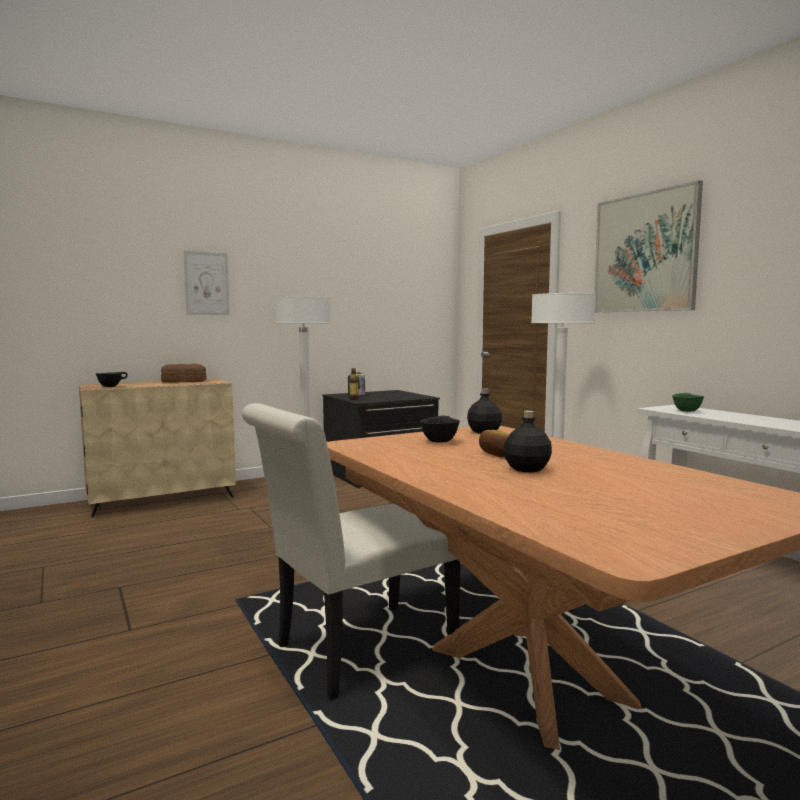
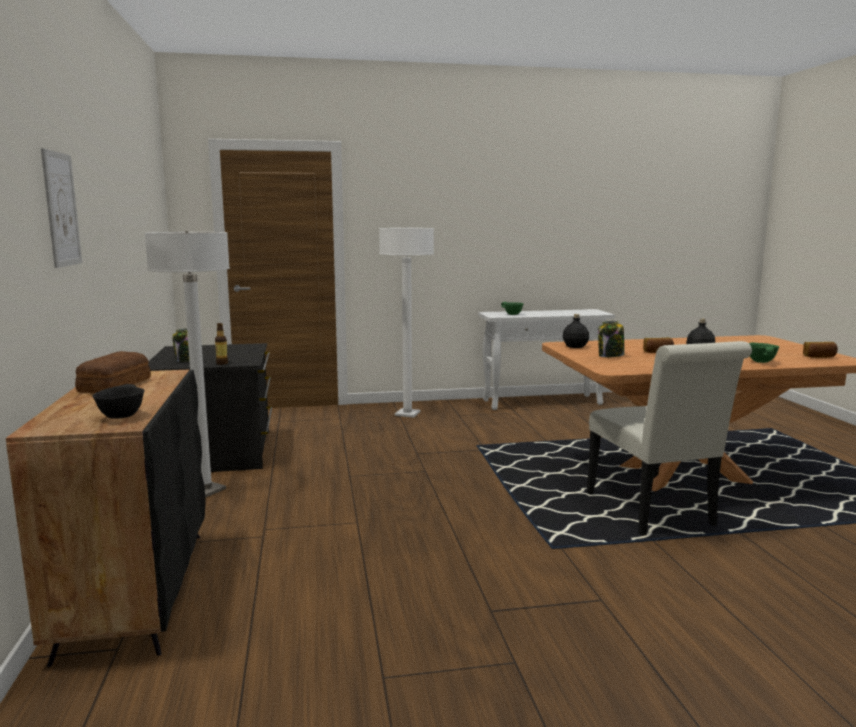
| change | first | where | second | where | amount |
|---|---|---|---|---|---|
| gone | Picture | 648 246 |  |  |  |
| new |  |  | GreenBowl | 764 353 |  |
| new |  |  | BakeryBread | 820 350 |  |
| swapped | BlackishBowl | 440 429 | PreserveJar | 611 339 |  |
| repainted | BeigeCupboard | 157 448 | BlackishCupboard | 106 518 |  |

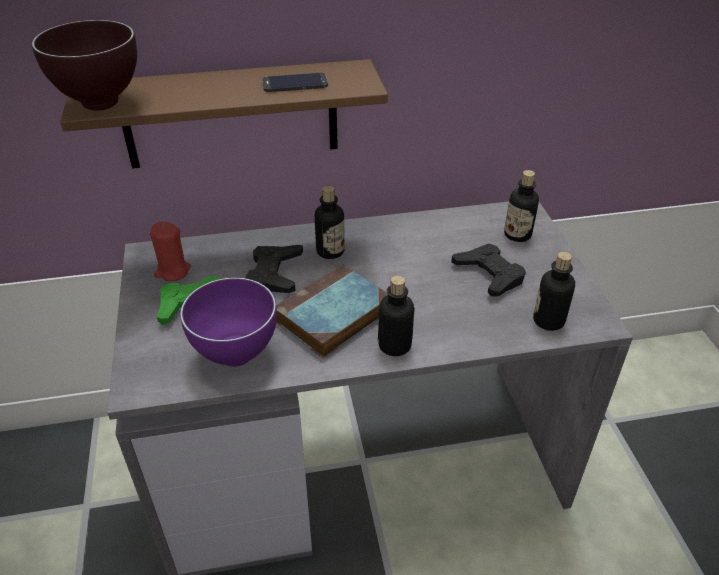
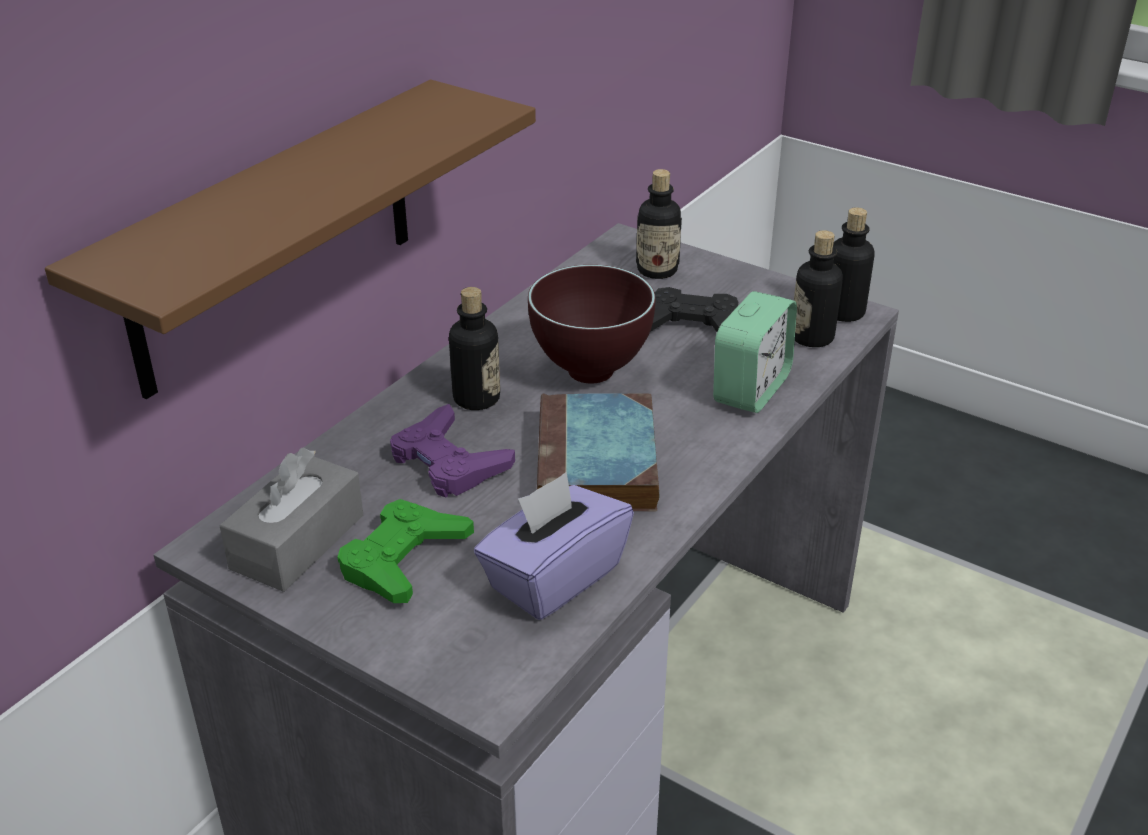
| change | first | where | second | where | amount |
|---|---|---|---|---|---|
| gone | Telephone | 295 82 |  |  |  |
| new |  |  | BedsideClock | 755 352 |  |
| shifted | BrownColouredBowl | 84 65 |  | 591 324 |  |
| shifted | Bottle | 396 316 |  | 854 264 |  |
| swapped | RedWaxCandle | 170 251 | GreyishBoxOfTissues | 291 520 |  |
| swapped | PurplishBowl | 228 322 | PurplishBoxOfTissues | 554 546 |  |
| repainted | BlackishJoypad | 274 269 | PurplishJoypad | 452 450 |  |

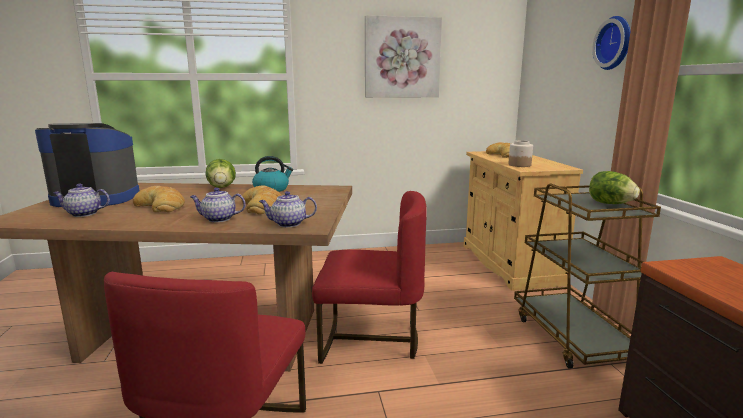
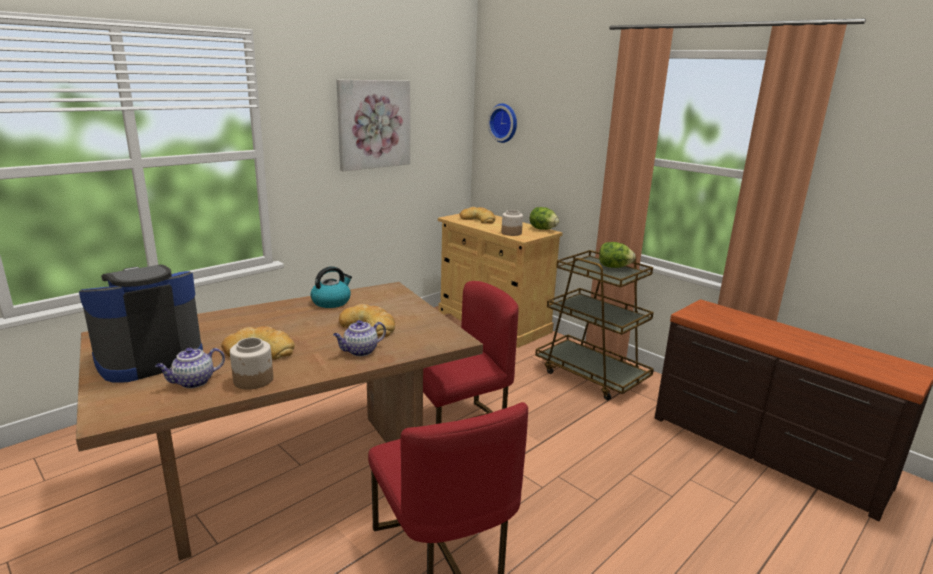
| change | first | where | second | where | amount |
|---|---|---|---|---|---|
| gone | PotForTea | 288 209 |  |  |  |
| new |  |  | PreserveJar | 251 364 |  |
| shifted | Lettuce | 221 173 |  | 544 218 |  |
| shifted | HangingClock | 611 43 |  | 502 123 |  |

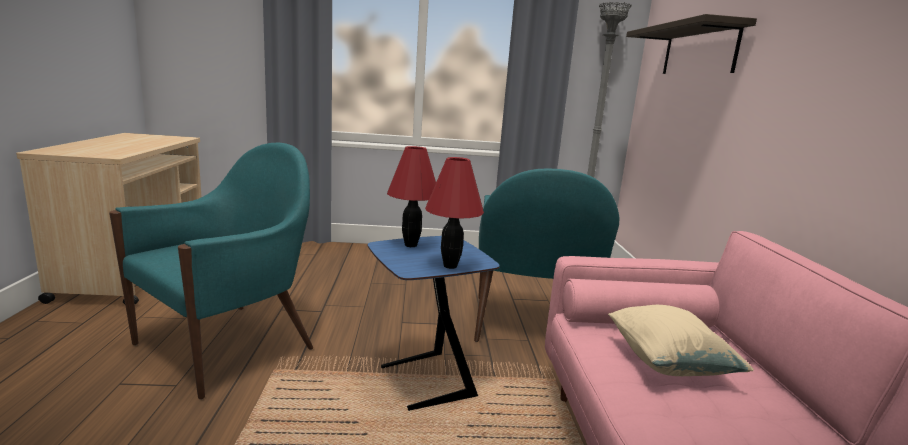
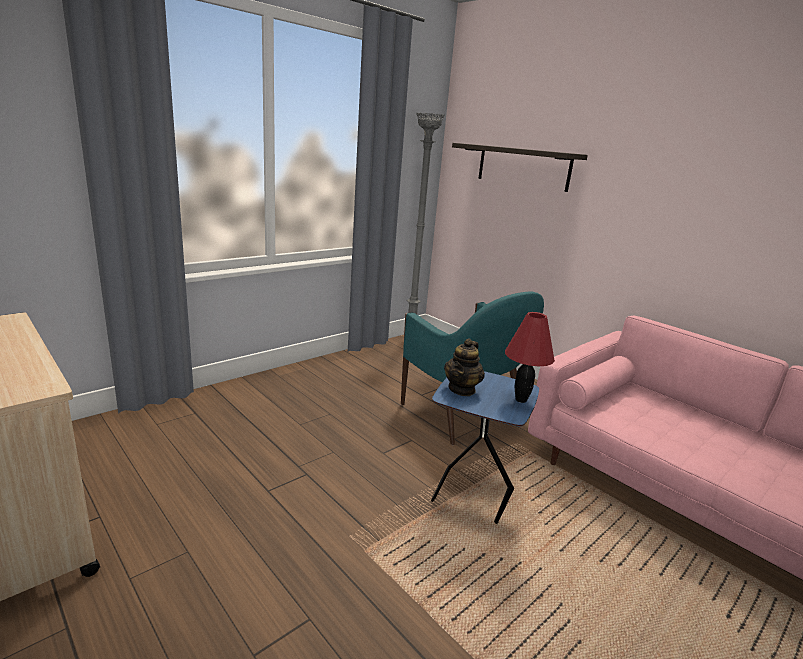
| change | first | where | second | where | amount |
|---|---|---|---|---|---|
| gone | TurquoiseArmchair | 211 270 |  |  |  |
| gone | BeigeThrowPillow | 681 340 |  |  |  |
| swapped | RedTableLamp | 411 196 | PotForTea | 464 367 |  |

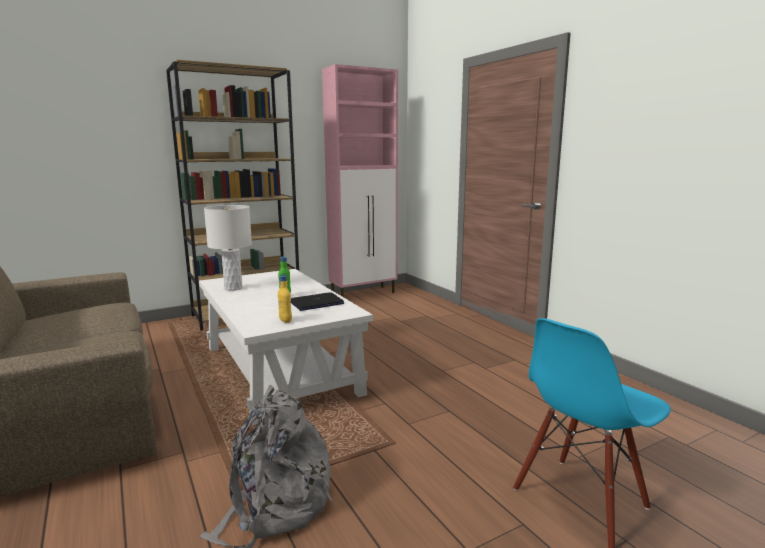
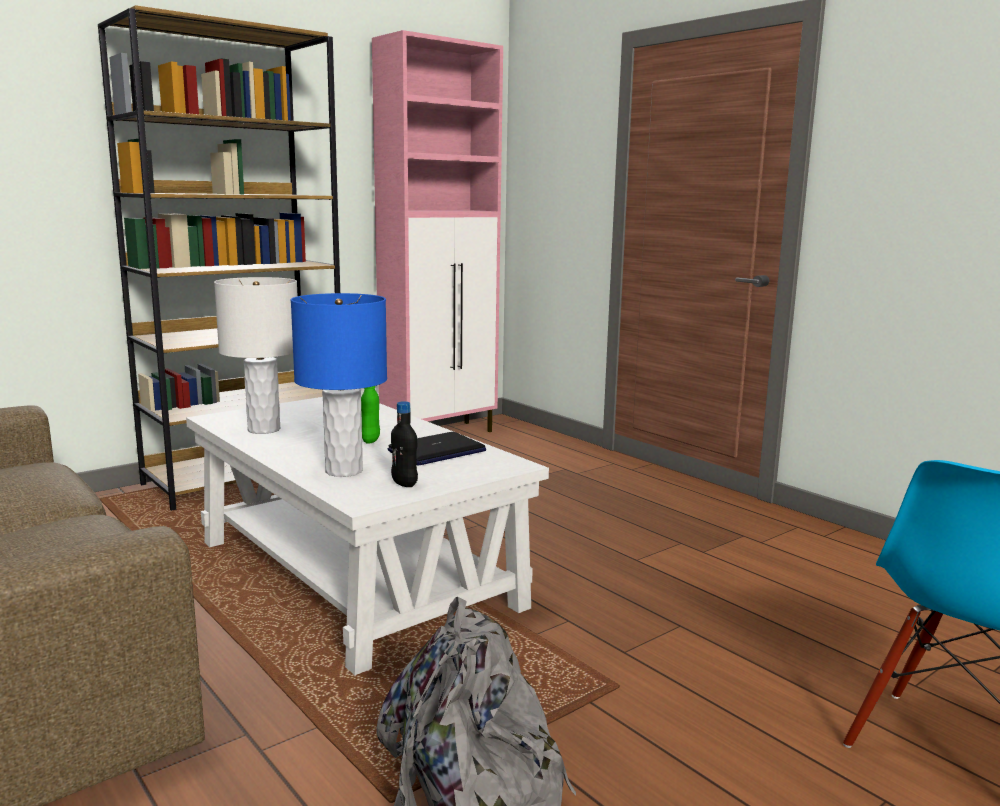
| change | first | where | second | where | amount |
|---|---|---|---|---|---|
| new |  |  | BlueColouredTableLamp | 339 385 |  |
| repainted | YellowishBottle | 285 299 | BlackishBottle | 404 444 |  |

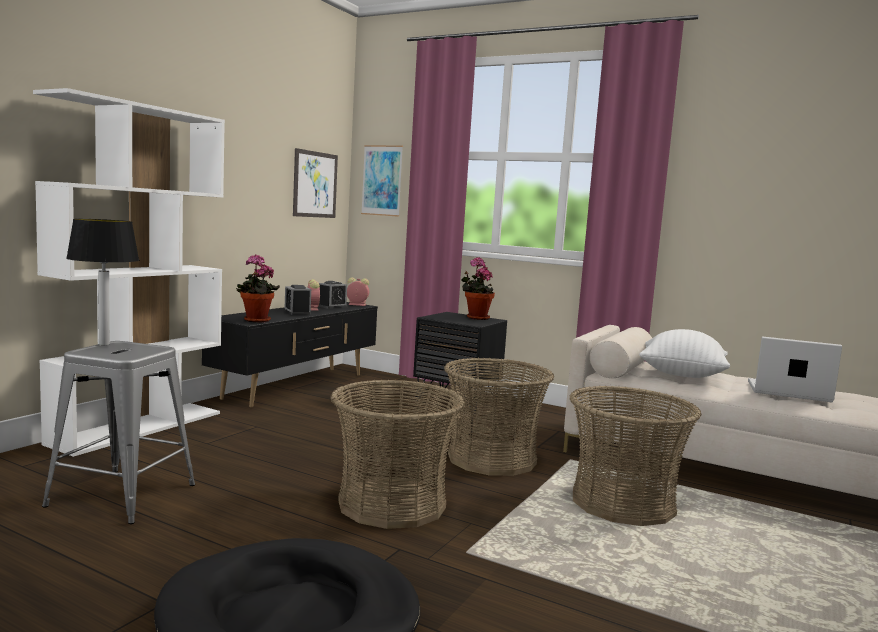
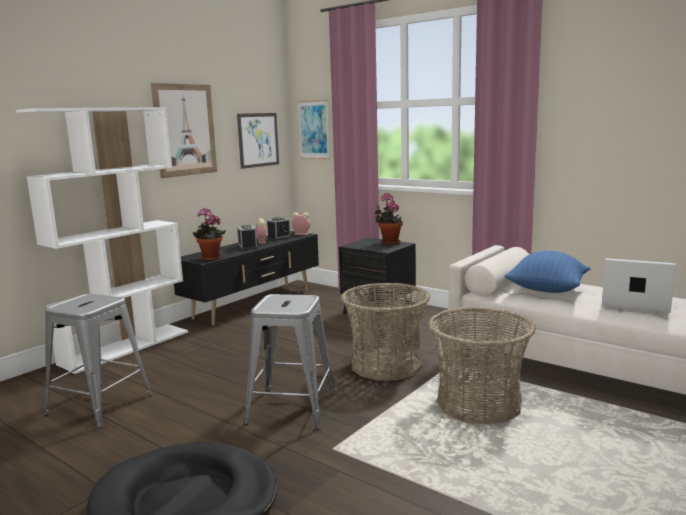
| change | first | where | second | where | amount |
|---|---|---|---|---|---|
| gone | TableLamp | 102 282 |  |  |  |
| new |  |  | Picture | 184 130 |  |
| swapped | StorageBasket | 397 454 | GreyishSittingStool | 289 362 |  |
| repainted | WhitishThrowPillow | 685 353 | BlueColouredThrowPillow | 547 272 |  |

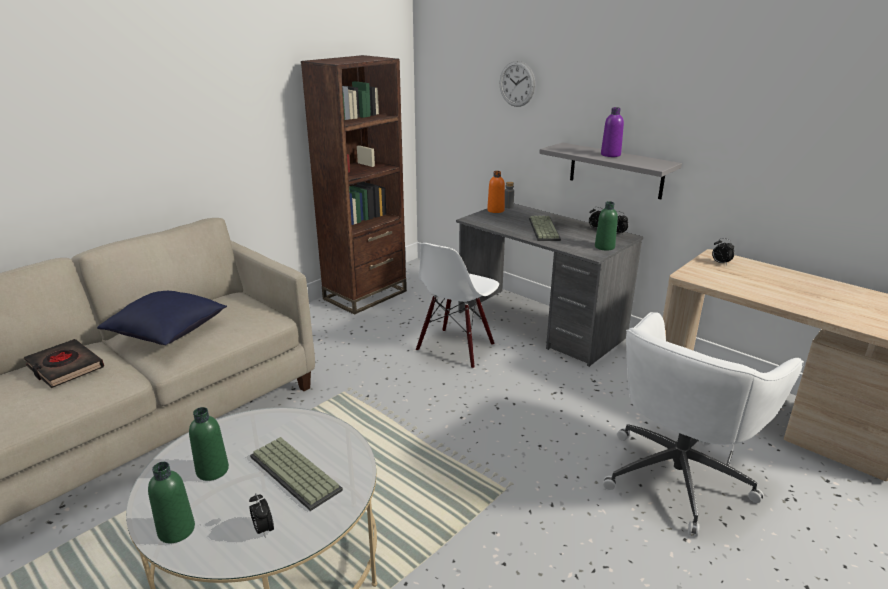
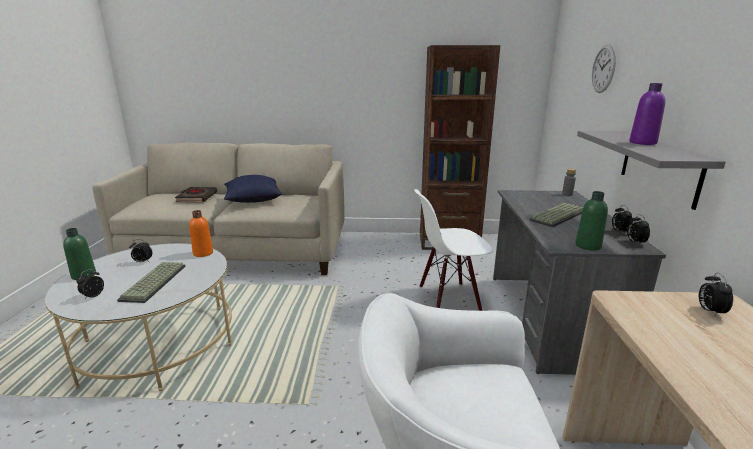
| change | first | where | second | where | amount |
|---|---|---|---|---|---|
| shifted | OrangeyBottle | 496 192 |  | 201 233 |  |
| swapped | GreenBottle | 209 444 | BedsideClock | 141 251 |  |

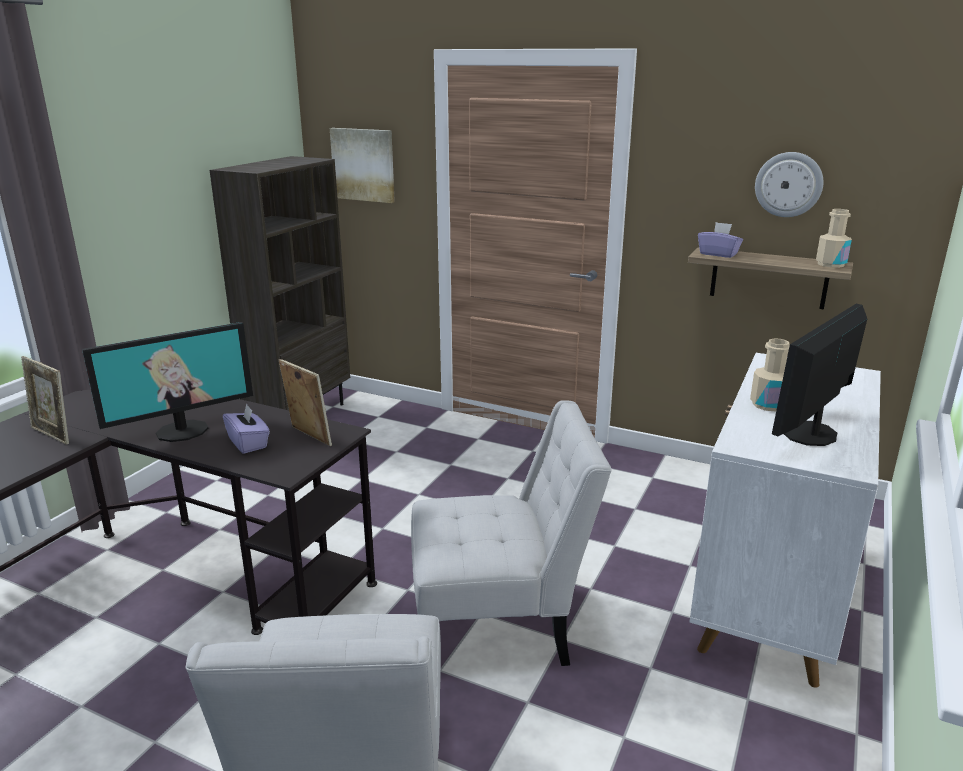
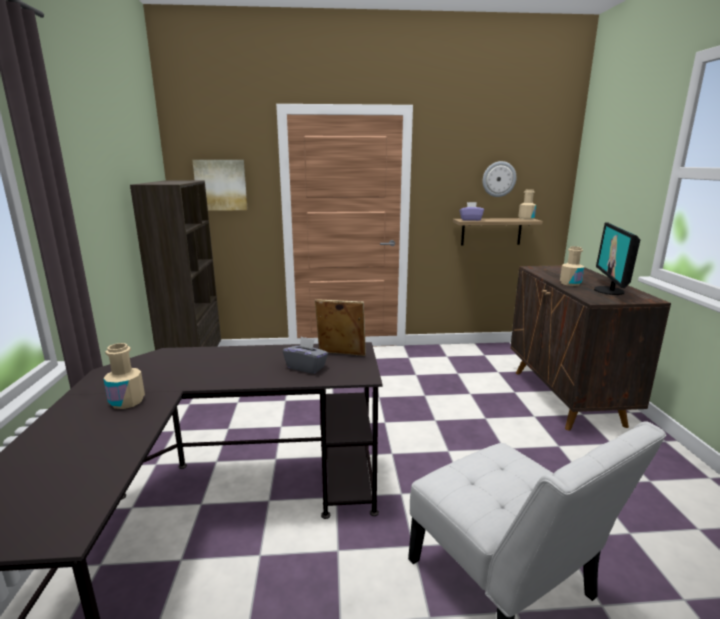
| change | first | where | second | where | amount |
|---|---|---|---|---|---|
| gone | ComputerDisplay | 167 382 |  |  |  |
| gone | WhitishUprightChair | 511 533 |  |  |  |
| swapped | PhotoFrame | 45 400 | BeigeBottle | 124 376 |  |
| repainted | PurplishBoxOfTissues | 246 428 | GreyishBoxOfTissues | 305 355 |  |
| repainted | WhitishCupboard | 785 520 | BrownColouredCupboard | 590 348 |  |

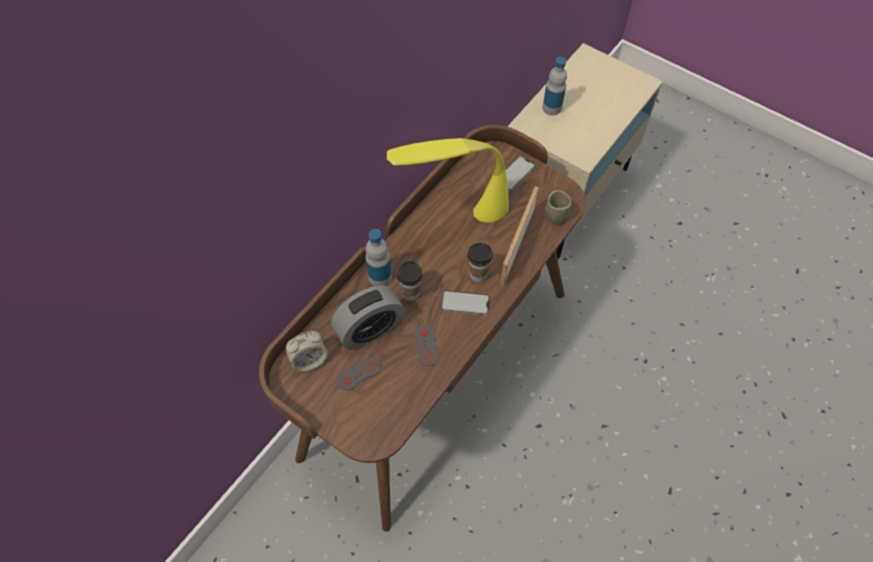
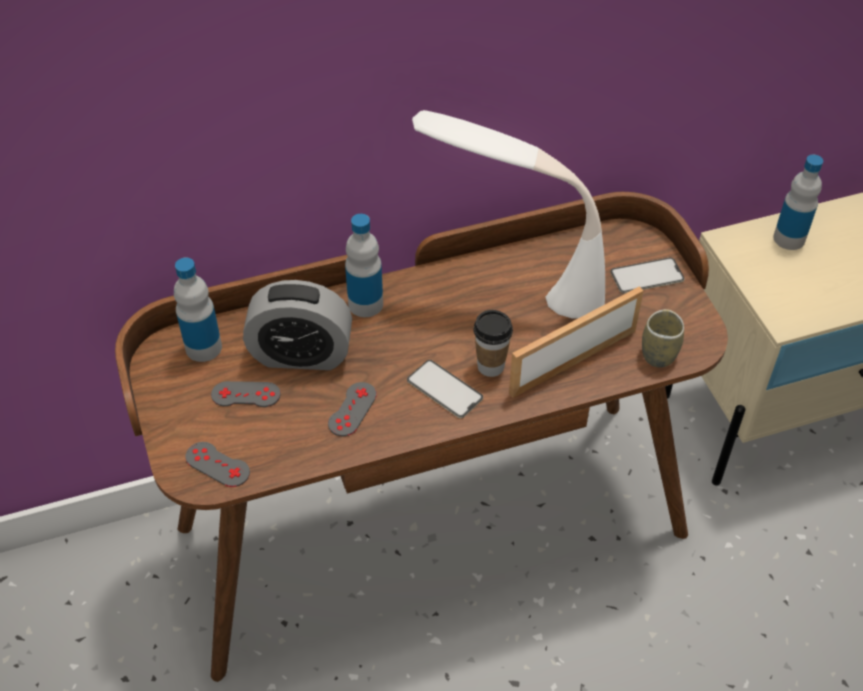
| change | first | where | second | where | amount |
|---|---|---|---|---|---|
| gone | DrinkingCup | 410 281 |  |  |  |
| new |  |  | GreyishJoypad | 217 464 |  |
| swapped | BedsideClock | 307 351 | Bottle | 198 309 |  |
| repainted | YellowishTableLamp | 448 180 | WhitishTableLamp | 508 214 |  |

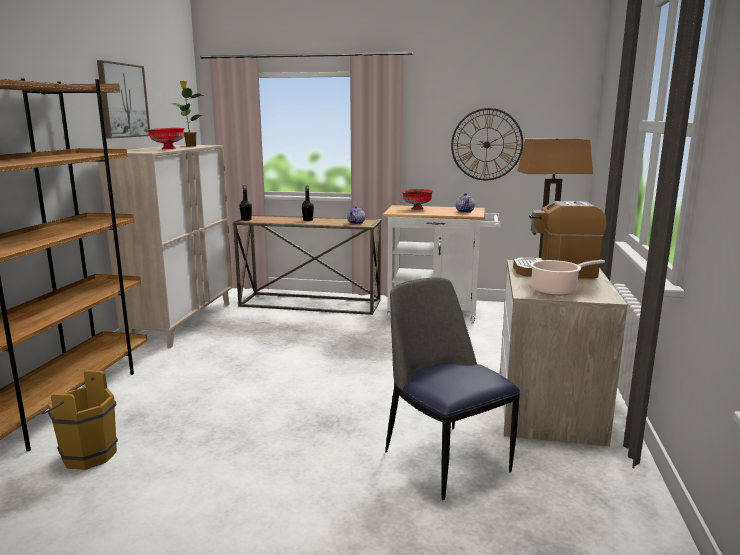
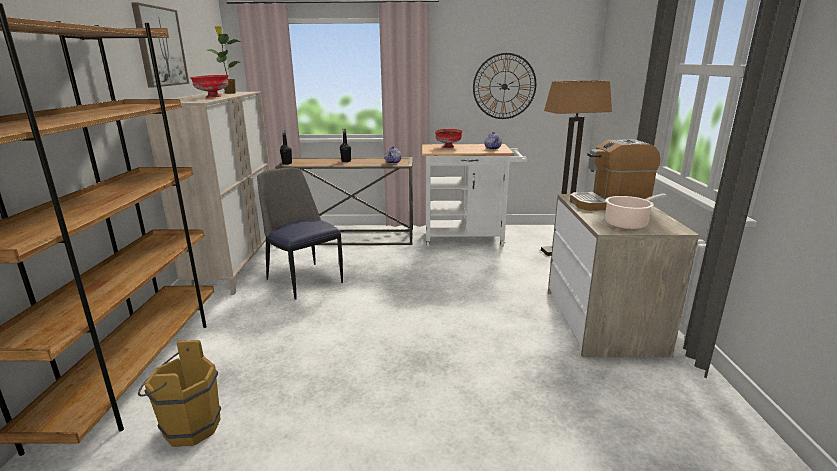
| change | first | where | second | where | amount |
|---|---|---|---|---|---|
| shifted | UprightChair | 452 389 |  | 300 233 |  |

